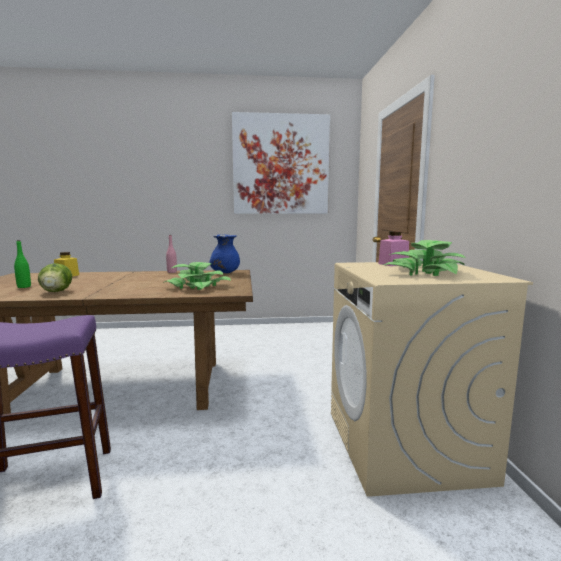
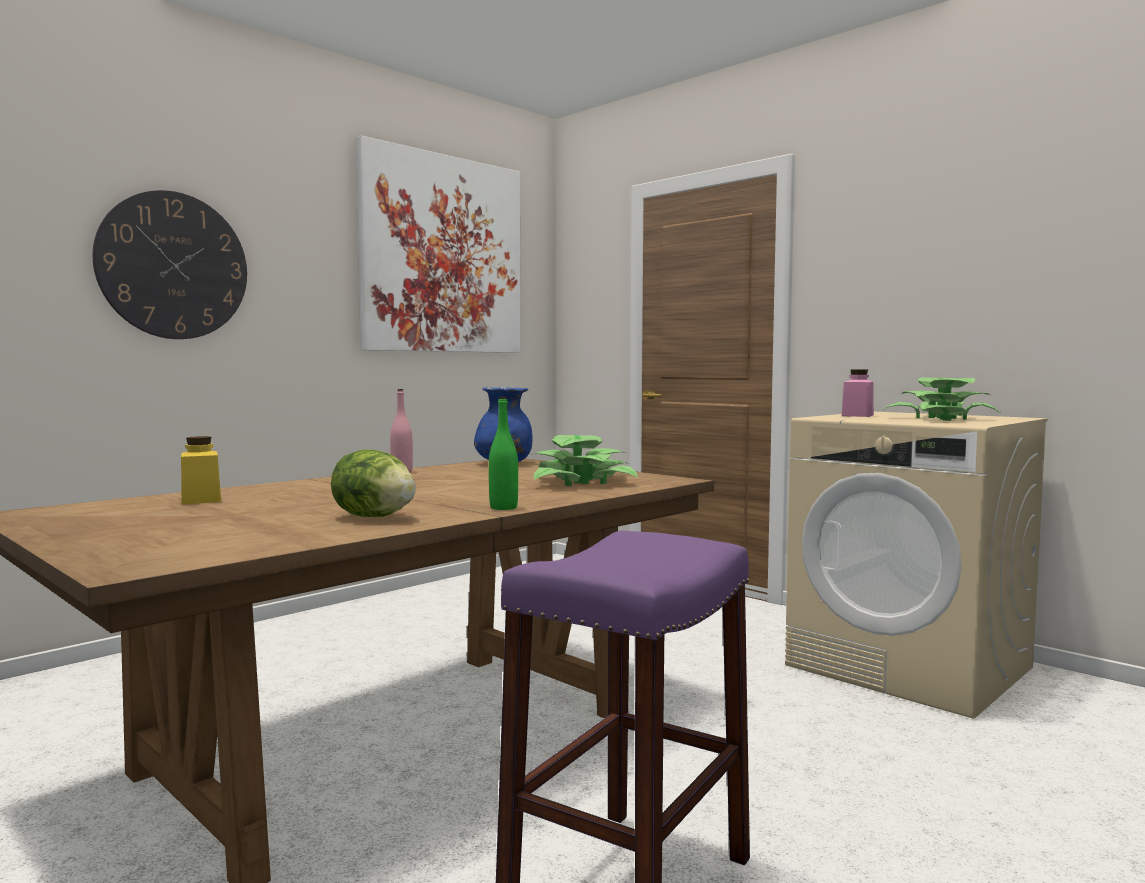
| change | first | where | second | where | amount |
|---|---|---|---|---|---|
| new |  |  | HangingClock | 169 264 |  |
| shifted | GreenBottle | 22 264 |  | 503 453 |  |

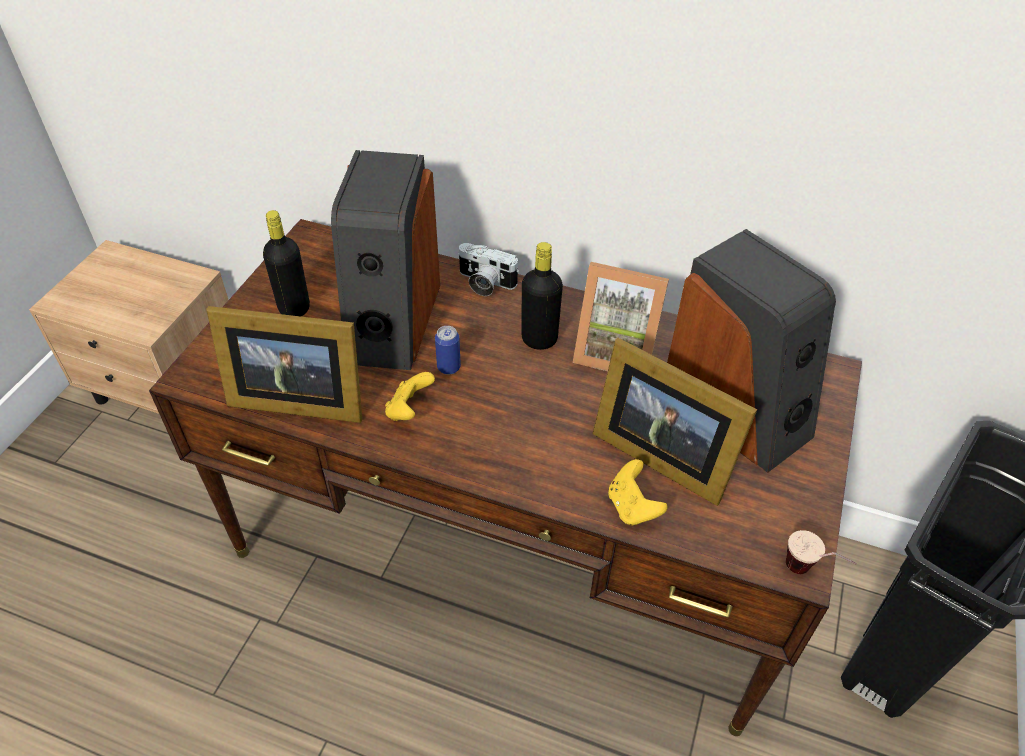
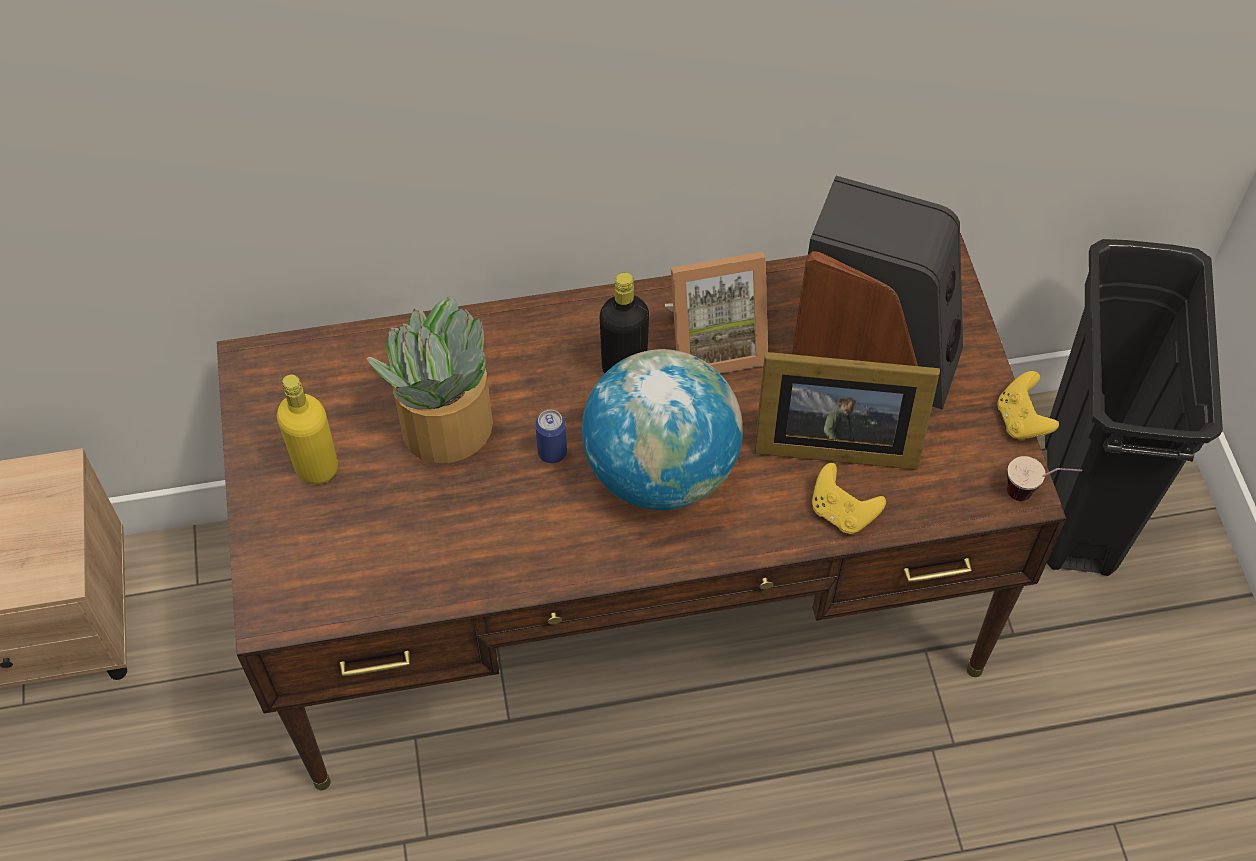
| change | first | where | second | where | amount |
|---|---|---|---|---|---|
| gone | PhotoFrame | 284 364 |  |  |  |
| gone | StillCamera | 488 269 |  |  |  |
| new |  |  | Globe | 662 429 |  |
| shifted | YellowishJoypad | 410 396 |  | 1028 405 |  |
| swapped | Speaker | 385 260 | PottedPlant | 430 379 |  |
| repainted | BlackishBottle | 286 263 | YellowishBottle | 307 429 |  |

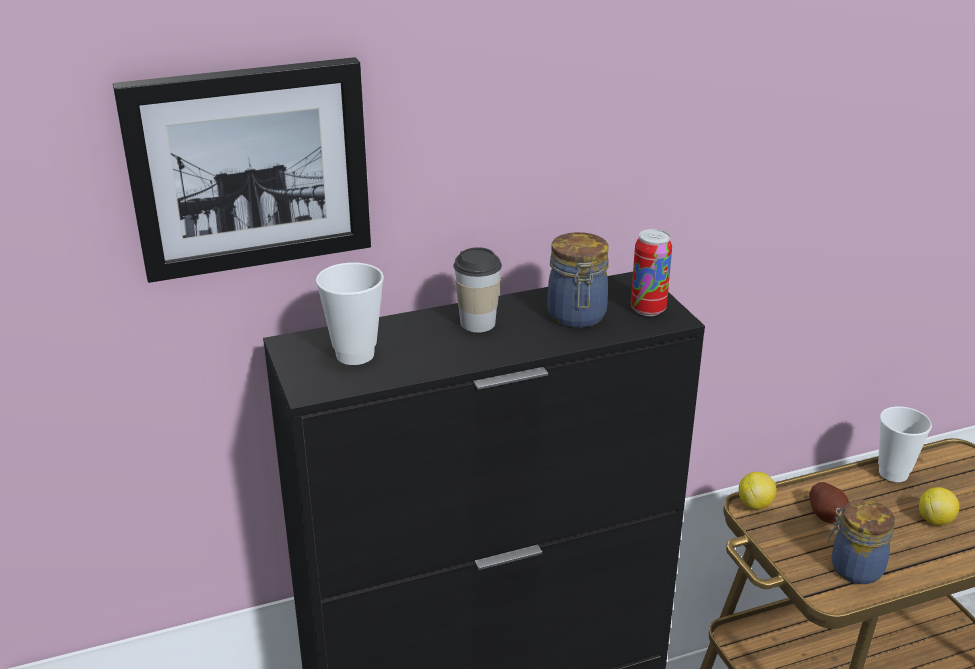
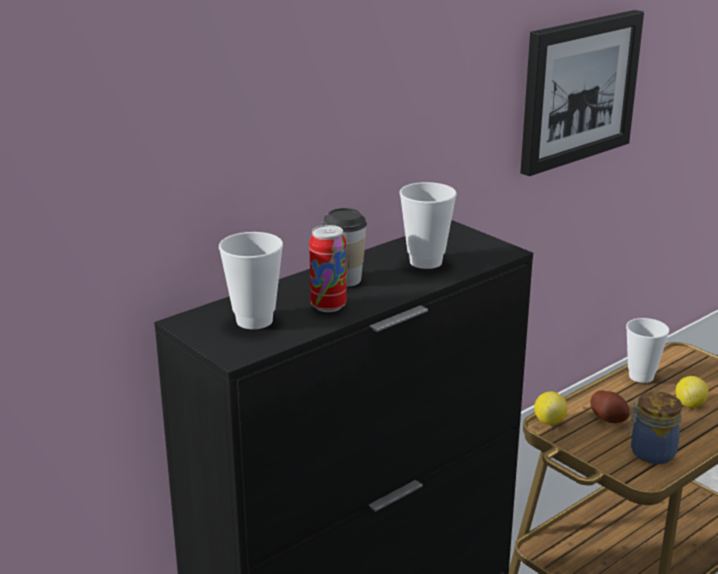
| change | first | where | second | where | amount |
|---|---|---|---|---|---|
| shifted | Picture | 242 170 |  | 582 93 |  |
| shifted | MetalCan | 651 272 |  | 327 268 |  |
| swapped | PreserveJar | 578 280 | DrinkingCup | 428 225 |  |

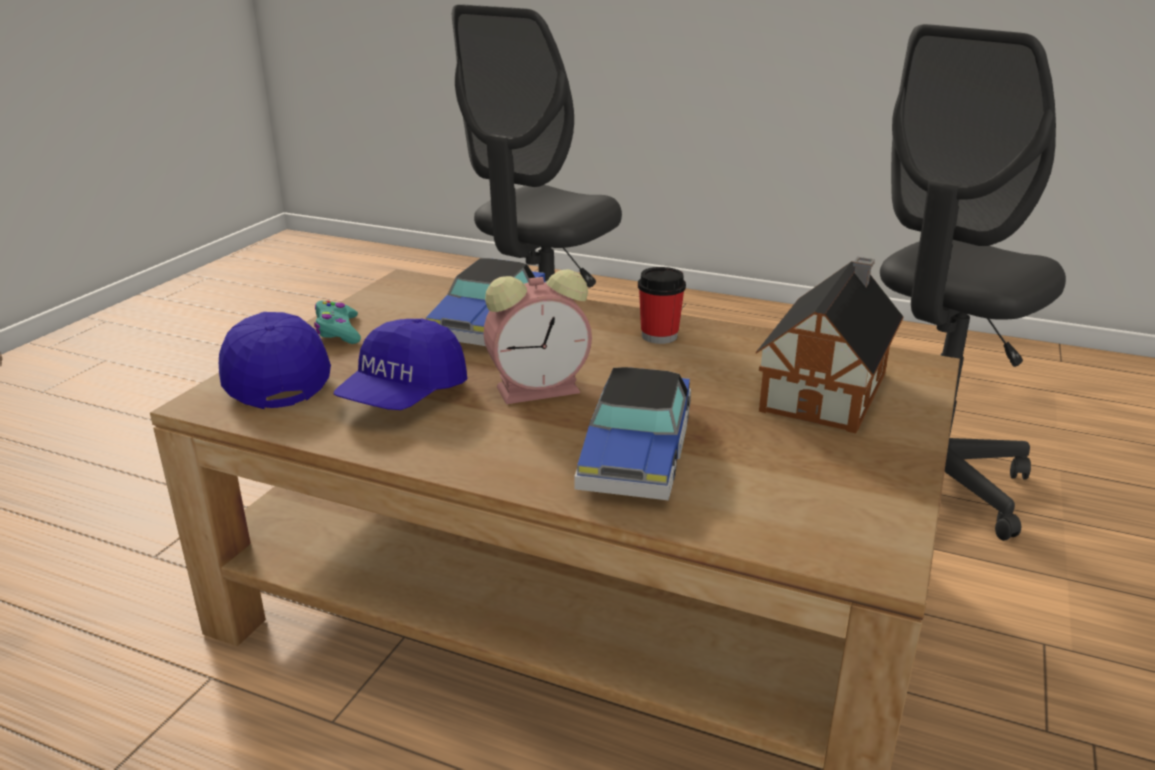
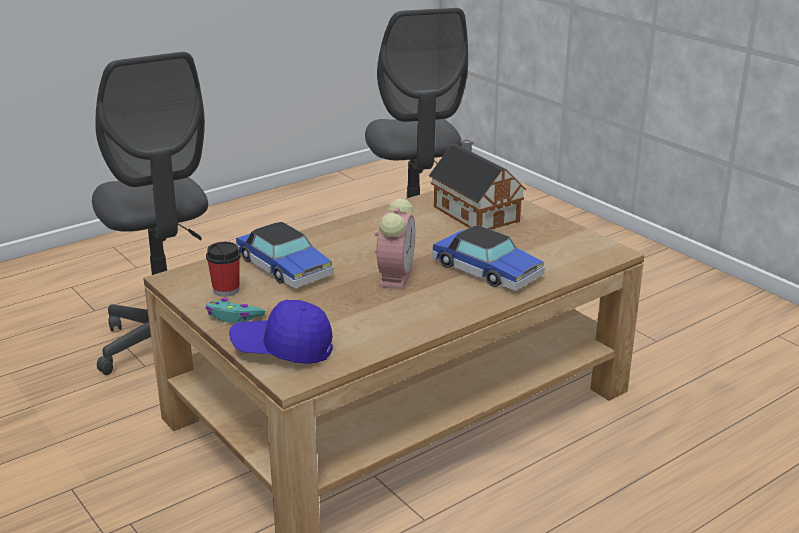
| change | first | where | second | where | amount |
|---|---|---|---|---|---|
| gone | BlueColouredBaseballCap | 400 364 |  |  |  |
| shifted | DrinkingCup | 662 305 |  | 223 269 |  |

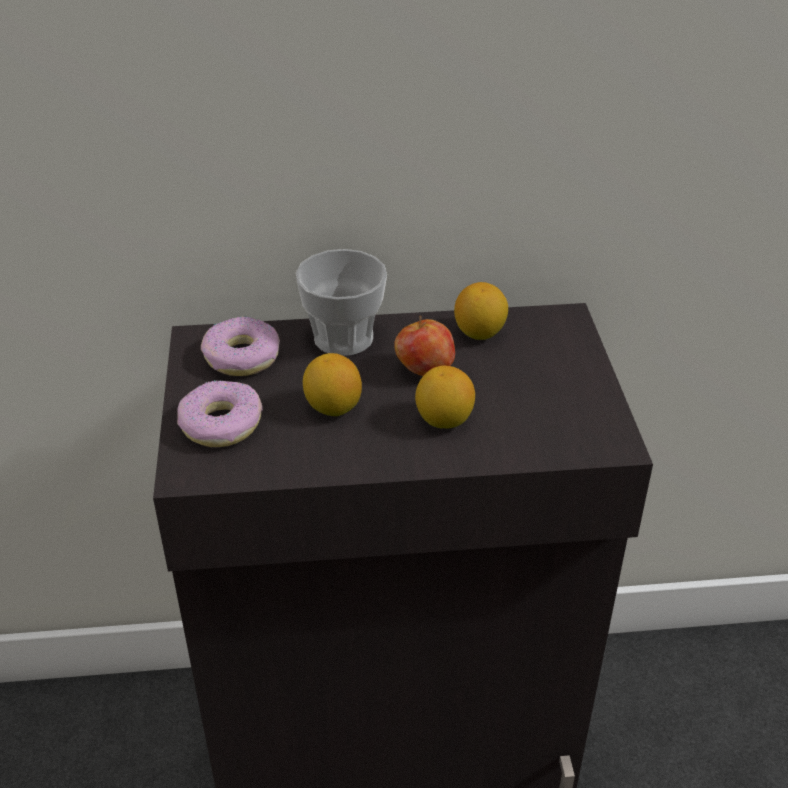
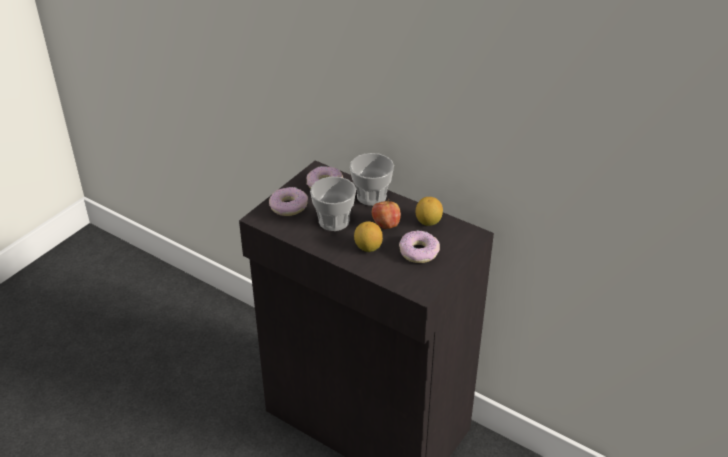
| change | first | where | second | where | amount |
|---|---|---|---|---|---|
| new |  |  | Donut | 419 247 |  |
| swapped | Lemon | 332 384 | DrinkingCup | 333 203 |  |

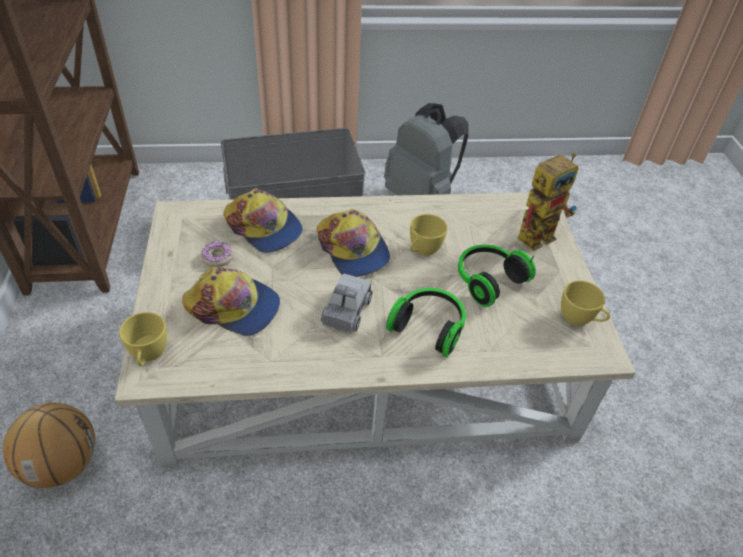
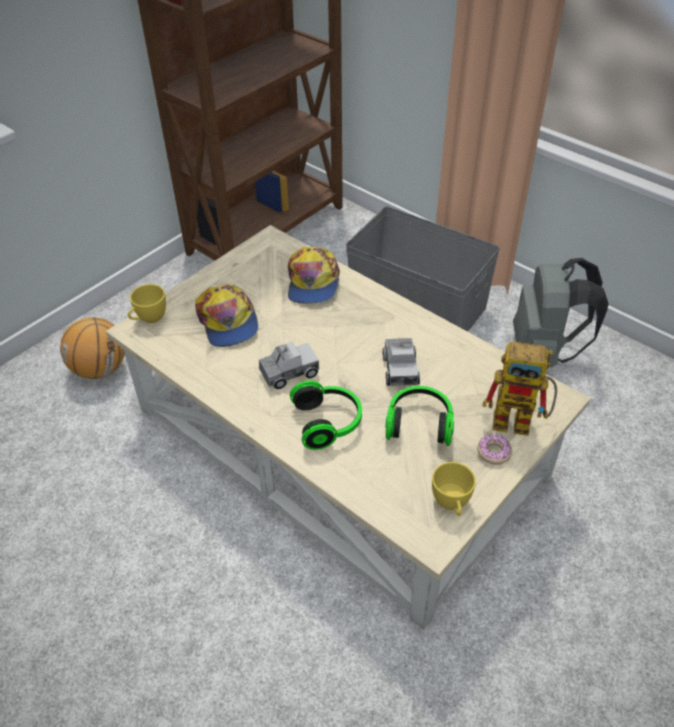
| change | first | where | second | where | amount |
|---|---|---|---|---|---|
| gone | BaseballCap | 353 243 |  |  |  |
| shifted | Donut | 217 254 |  | 494 449 |  |
| swapped | YellowishDrinkingCup | 428 235 | ToyLorry | 401 362 |  |

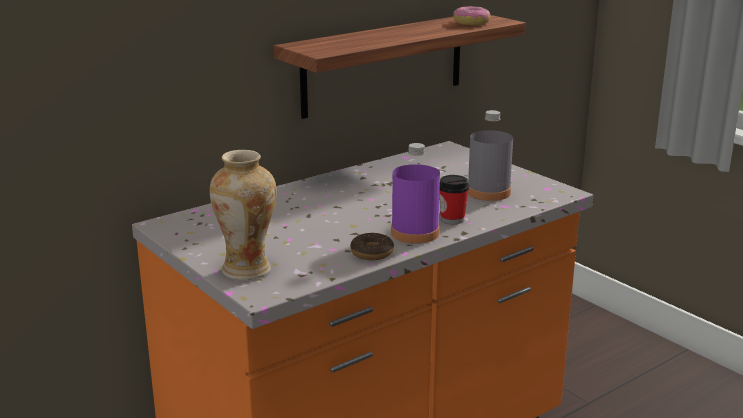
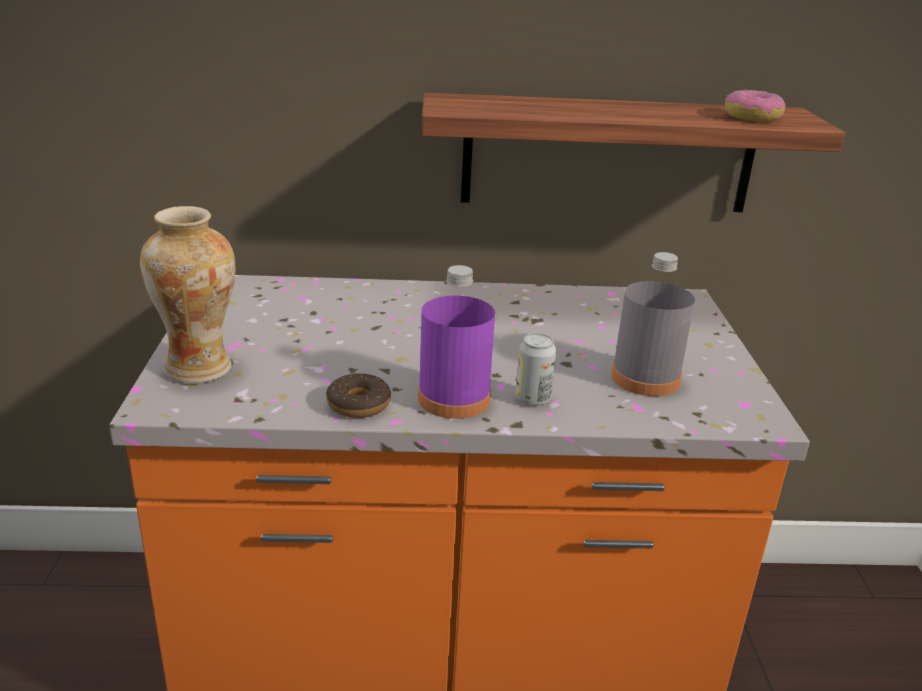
| change | first | where | second | where | amount |
|---|---|---|---|---|---|
| swapped | DrinkingCup | 454 199 | MetalCan | 536 369 |  |

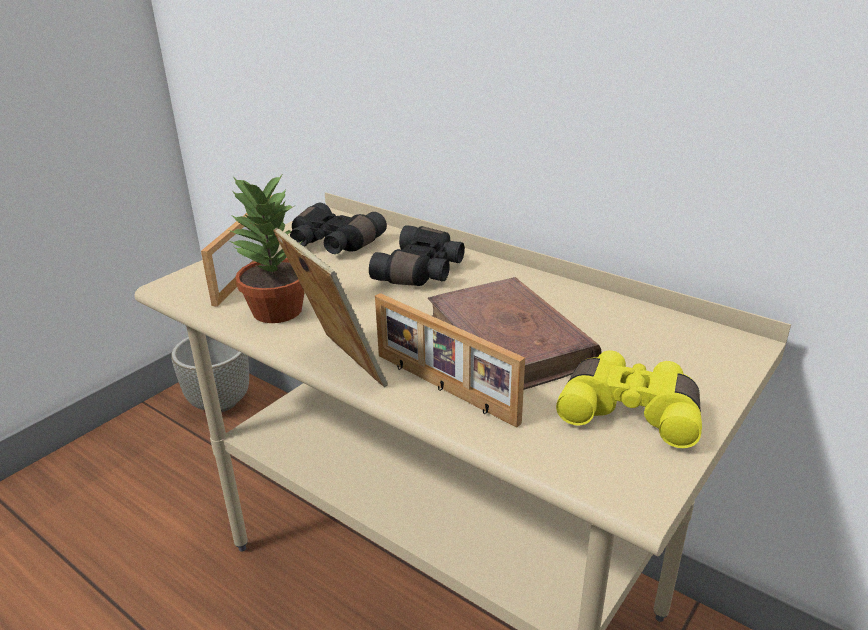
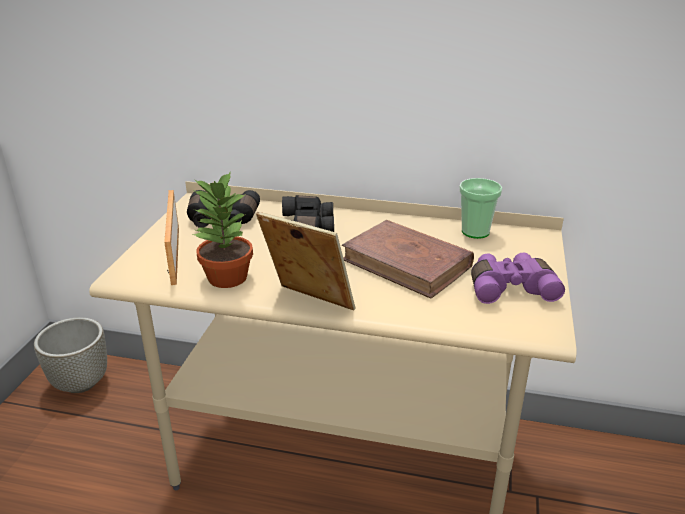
| change | first | where | second | where | amount |
|---|---|---|---|---|---|
| gone | PhotoFrame | 450 360 |  |  |  |
| new |  |  | DrinkingCup | 480 208 |  |
| repainted | YellowishBinoculars | 629 399 | PurplishBinoculars | 518 278 |  |

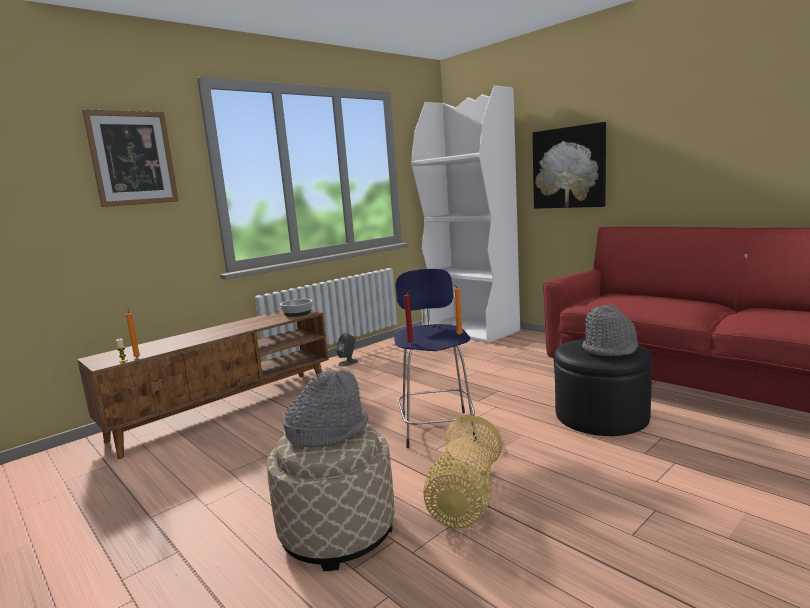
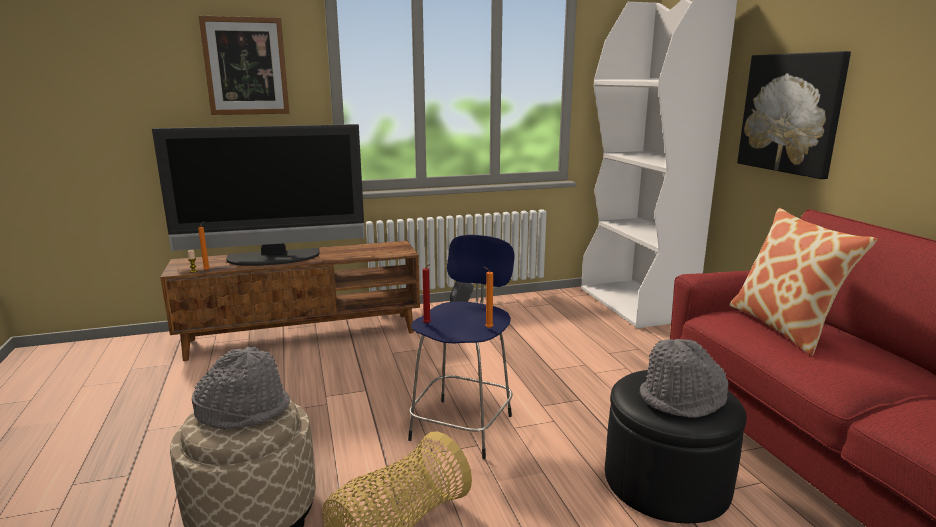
| change | first | where | second | where | amount |
|---|---|---|---|---|---|
| gone | Bowl | 296 308 |  |  |  |
| new |  |  | Tv | 258 195 |  |
| new |  |  | ThrowPillow | 803 282 |  |

